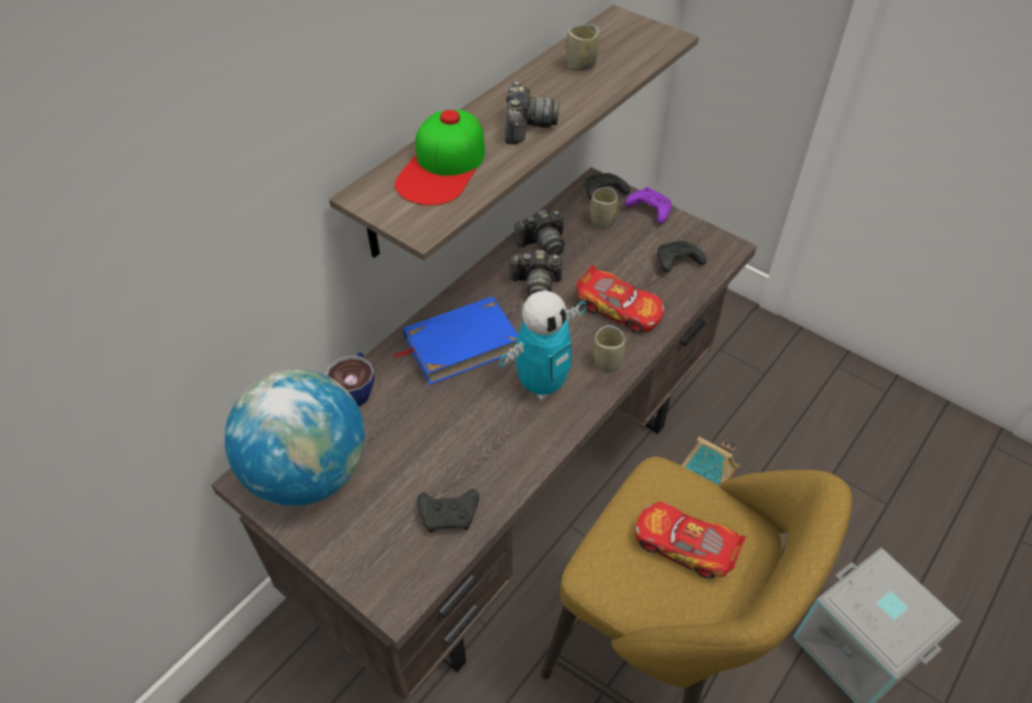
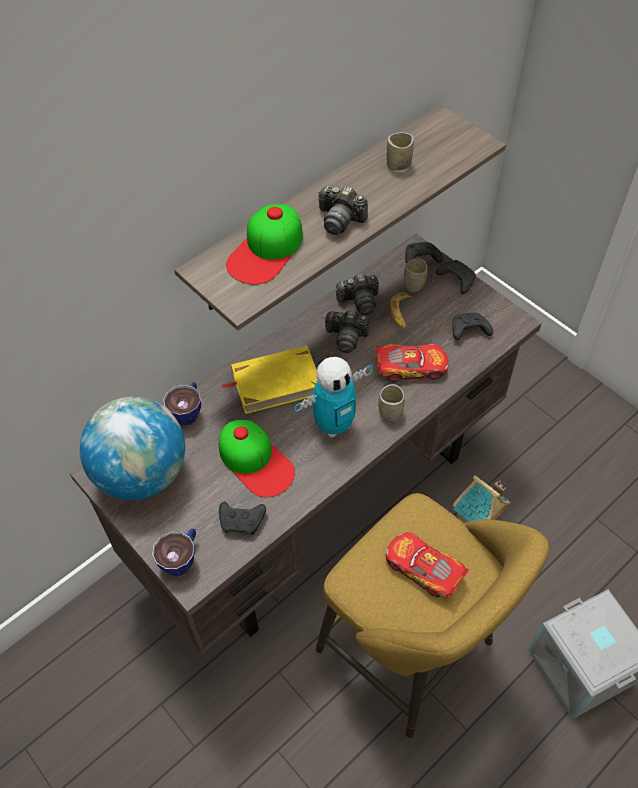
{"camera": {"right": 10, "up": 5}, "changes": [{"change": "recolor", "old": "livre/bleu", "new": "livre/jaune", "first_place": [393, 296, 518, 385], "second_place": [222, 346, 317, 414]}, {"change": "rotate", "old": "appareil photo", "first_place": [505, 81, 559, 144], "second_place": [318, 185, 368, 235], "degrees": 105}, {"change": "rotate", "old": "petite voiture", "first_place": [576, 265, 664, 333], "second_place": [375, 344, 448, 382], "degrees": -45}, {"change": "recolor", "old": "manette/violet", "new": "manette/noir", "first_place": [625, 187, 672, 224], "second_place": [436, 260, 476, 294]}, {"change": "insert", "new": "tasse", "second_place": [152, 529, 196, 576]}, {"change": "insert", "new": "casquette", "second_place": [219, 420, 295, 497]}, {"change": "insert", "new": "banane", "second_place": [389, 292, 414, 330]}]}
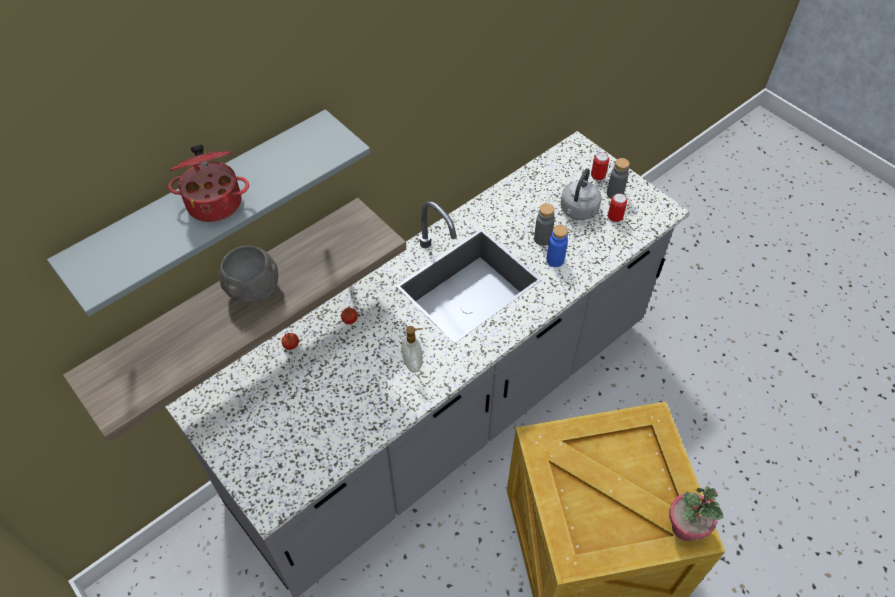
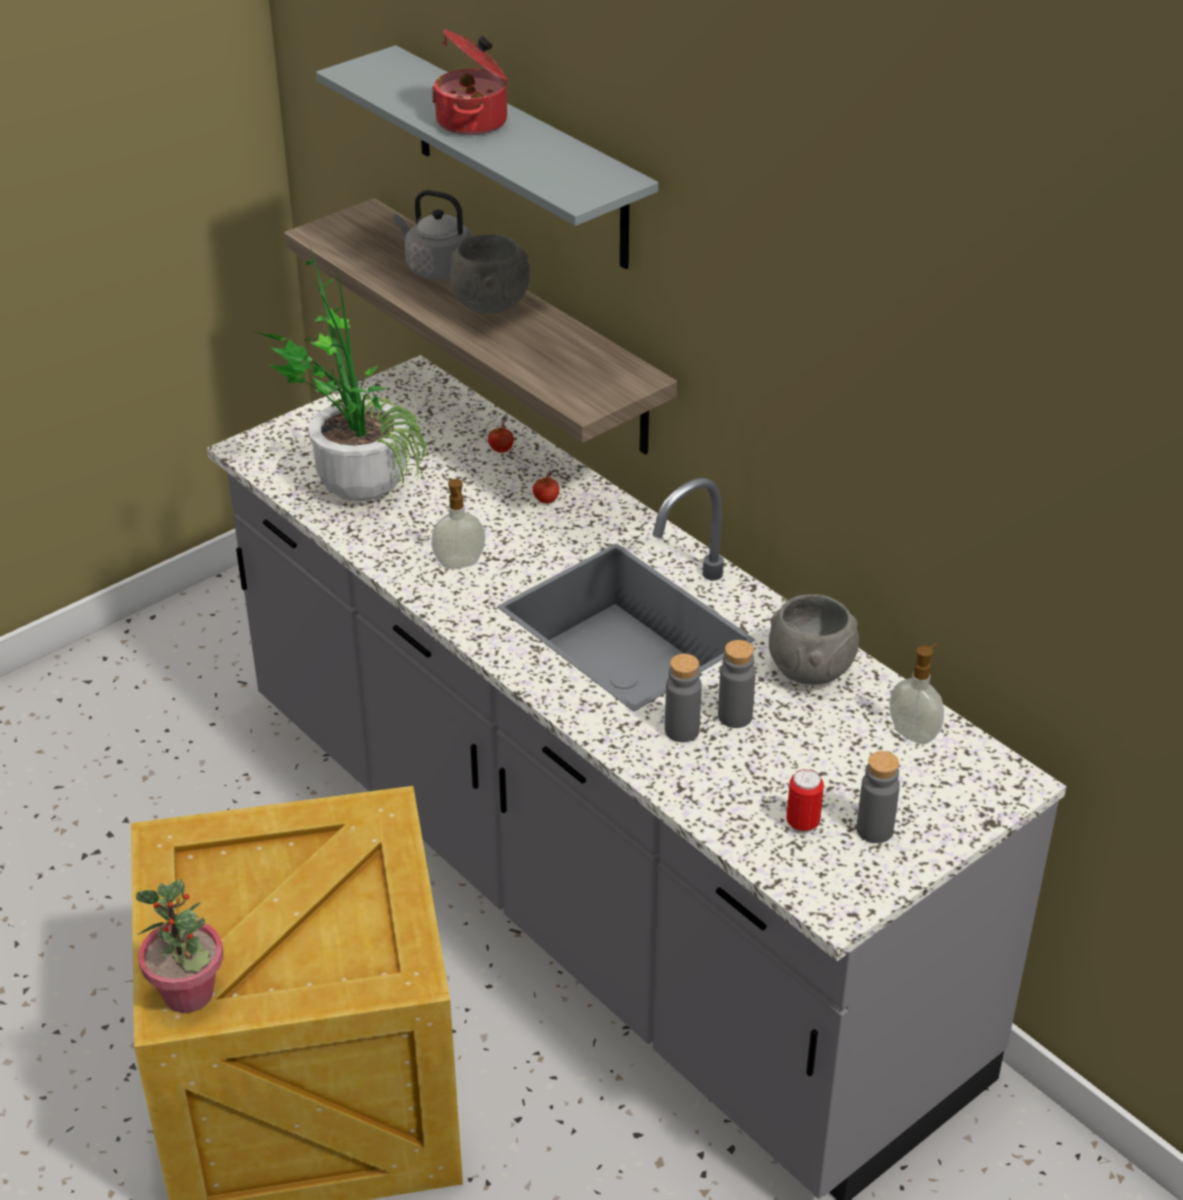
{"camera": {"right": 90, "up": -15}, "changes": [{"change": "recolor", "old": "bouteille/bleu", "new": "bouteille/gris", "first_place": [546, 225, 568, 267], "second_place": [665, 654, 702, 742]}, {"change": "move", "old": "bouilloire/gris", "first_place": [560, 168, 602, 220], "second_place": [393, 190, 472, 280]}, {"change": "delete", "old": "boîte métallique", "first_place": [591, 152, 609, 181]}, {"change": "insert", "new": "plante en pot", "second_place": [253, 239, 429, 501]}, {"change": "insert", "new": "bol/gris", "second_place": [769, 594, 859, 685]}, {"change": "insert", "new": "distributeur de savon", "second_place": [889, 644, 944, 744]}]}
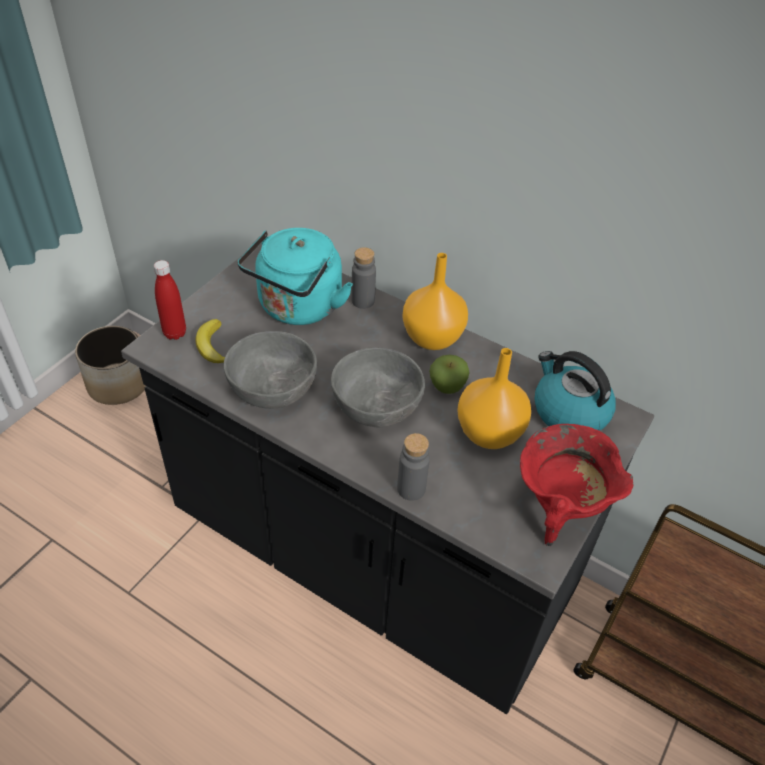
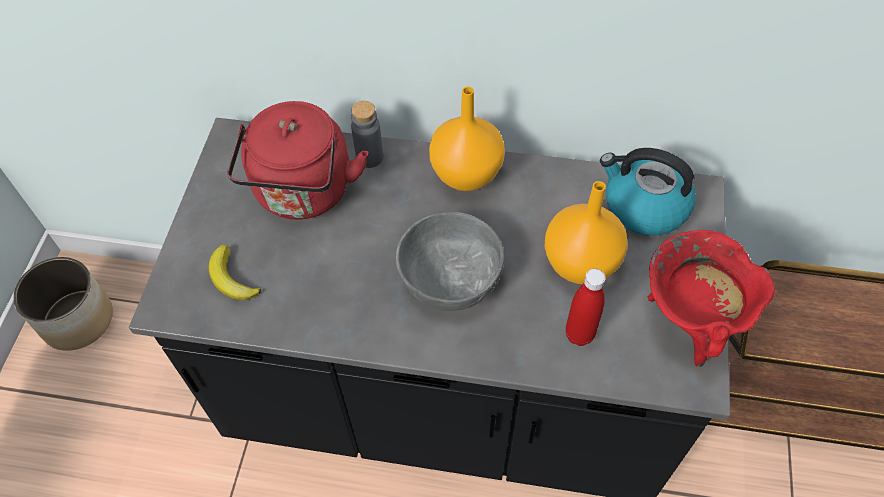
{"camera": {"right": -20, "up": 10}, "changes": [{"change": "move", "old": "bouteille/rouge", "first_place": [154, 260, 186, 340], "second_place": [565, 269, 606, 346]}, {"change": "delete", "old": "bol/gris", "first_place": [223, 331, 317, 409]}, {"change": "recolor", "old": "bouilloire/turquoise", "new": "bouilloire/rouge", "first_place": [238, 228, 353, 325], "second_place": [227, 101, 368, 220]}, {"change": "delete", "old": "bouteille/gris", "first_place": [397, 433, 430, 501]}, {"change": "delete", "old": "pomme", "first_place": [429, 355, 470, 394]}]}
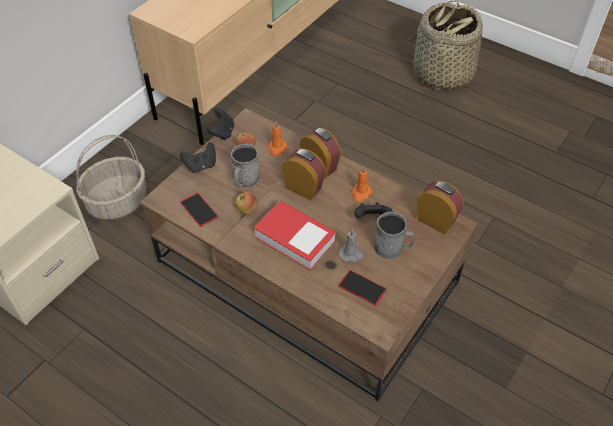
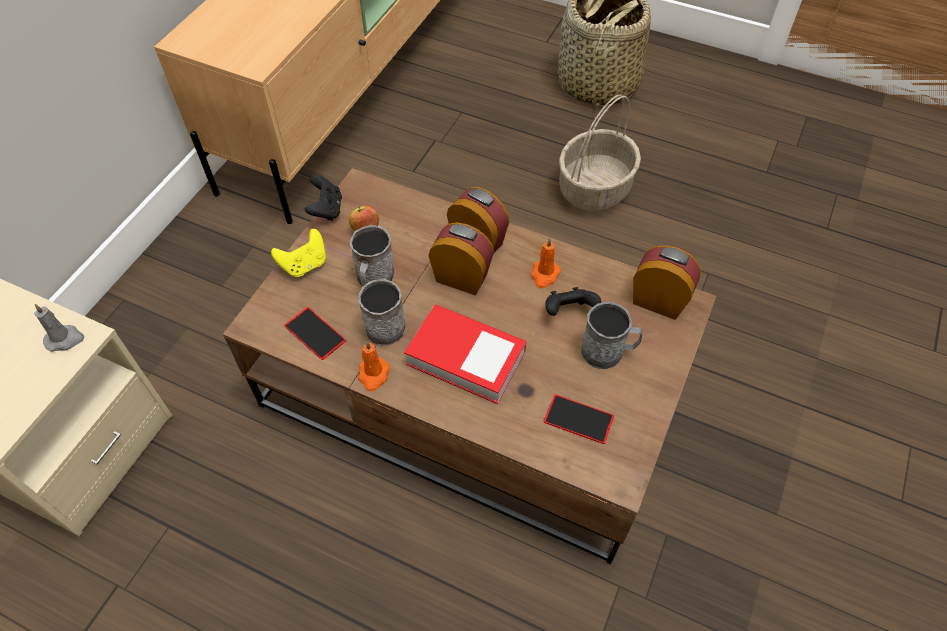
{"camera": {"right": -10, "up": 5}, "changes": [{"change": "move", "old": "panier", "first_place": [76, 135, 147, 220], "second_place": [559, 94, 641, 211]}, {"change": "recolor", "old": "manette/noir", "new": "manette/jaune", "first_place": [180, 142, 216, 173], "second_place": [271, 229, 326, 277]}, {"change": "replace", "old": "pomme", "new": "mug/gris", "first_place": [235, 192, 257, 214], "second_place": [358, 278, 406, 345]}, {"change": "move", "old": "bougie/orange", "first_place": [268, 121, 287, 157], "second_place": [359, 341, 390, 392]}, {"change": "move", "old": "bougie/gris", "first_place": [339, 229, 364, 262], "second_place": [34, 304, 84, 352]}]}
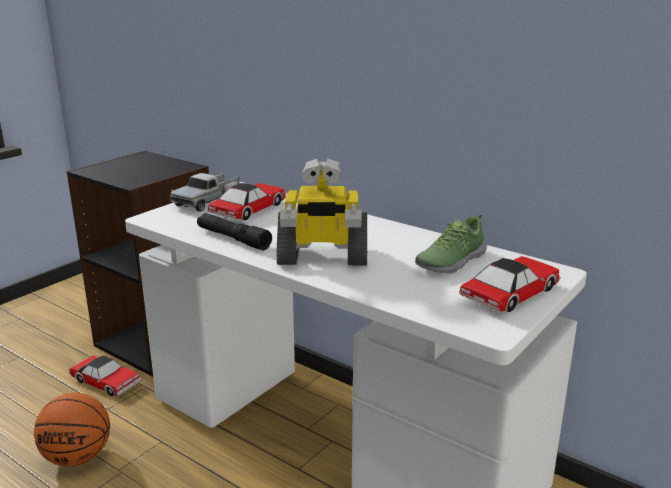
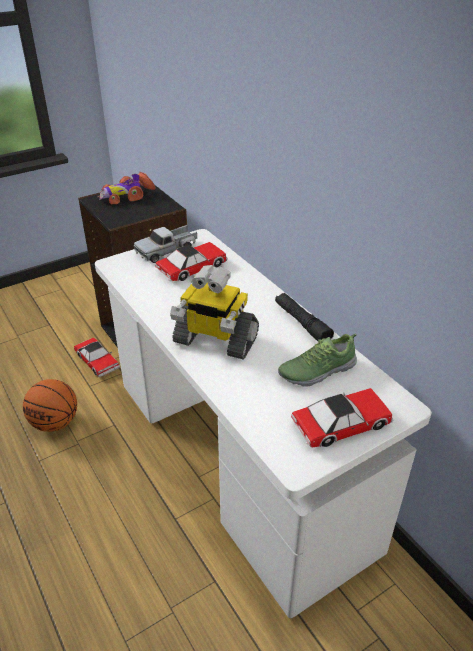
{"camera": {"right": 20, "up": 15}, "changes": [{"change": "move", "old": "lampe de poche/noir", "first_place": [197, 213, 272, 250], "second_place": [275, 293, 334, 341]}, {"change": "insert", "new": "petite voiture", "second_place": [98, 172, 156, 204]}]}
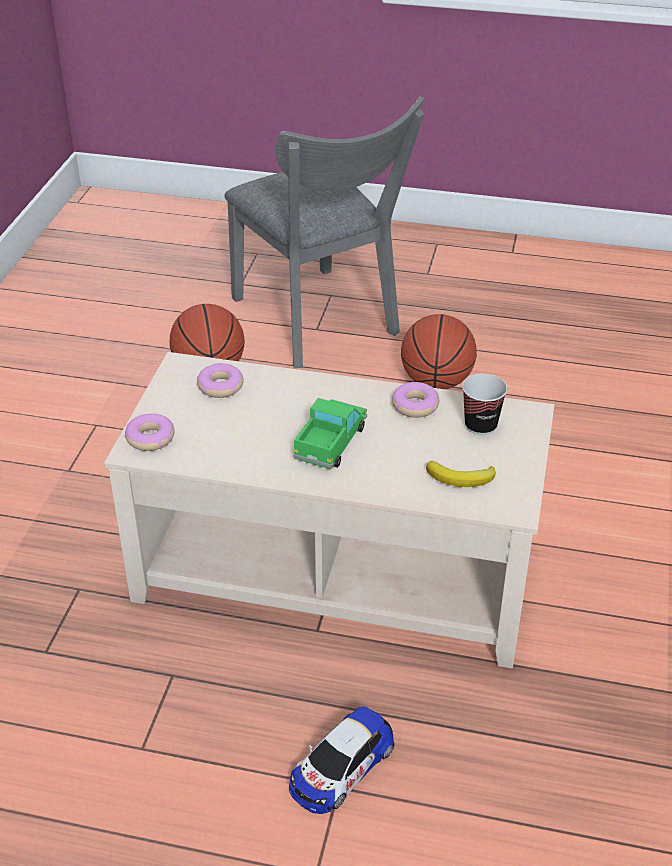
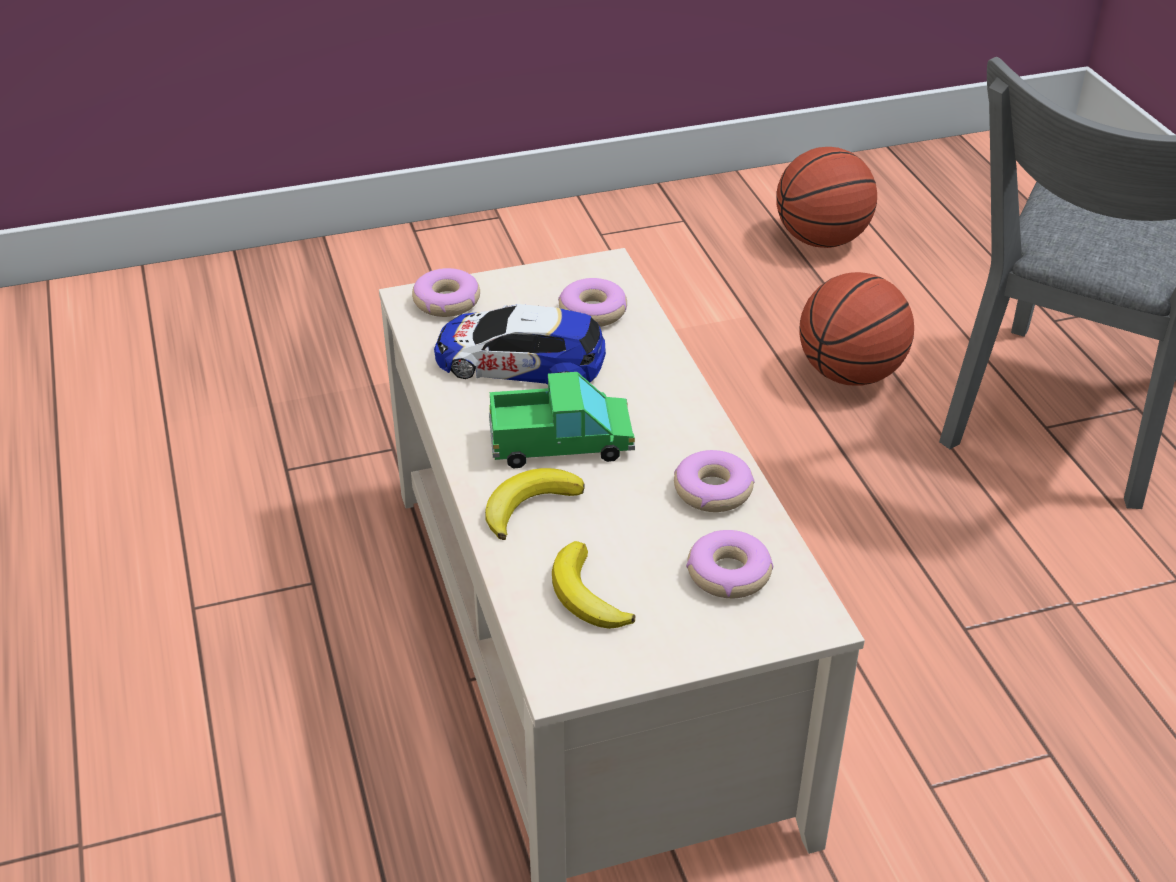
{"camera": {"right": 60, "up": 0}, "changes": [{"change": "move", "old": "petite voiture", "first_place": [289, 706, 395, 814], "second_place": [434, 304, 606, 384]}, {"change": "move", "old": "ballon de basket", "first_place": [401, 314, 477, 389], "second_place": [776, 147, 877, 248]}, {"change": "replace", "old": "tasse", "new": "beignet", "first_place": [462, 373, 507, 435], "second_place": [686, 530, 773, 598]}, {"change": "insert", "new": "banane", "second_place": [485, 468, 585, 540]}]}
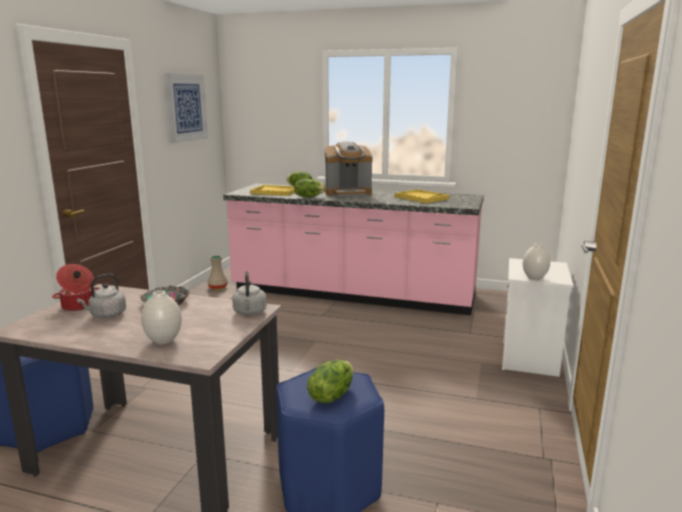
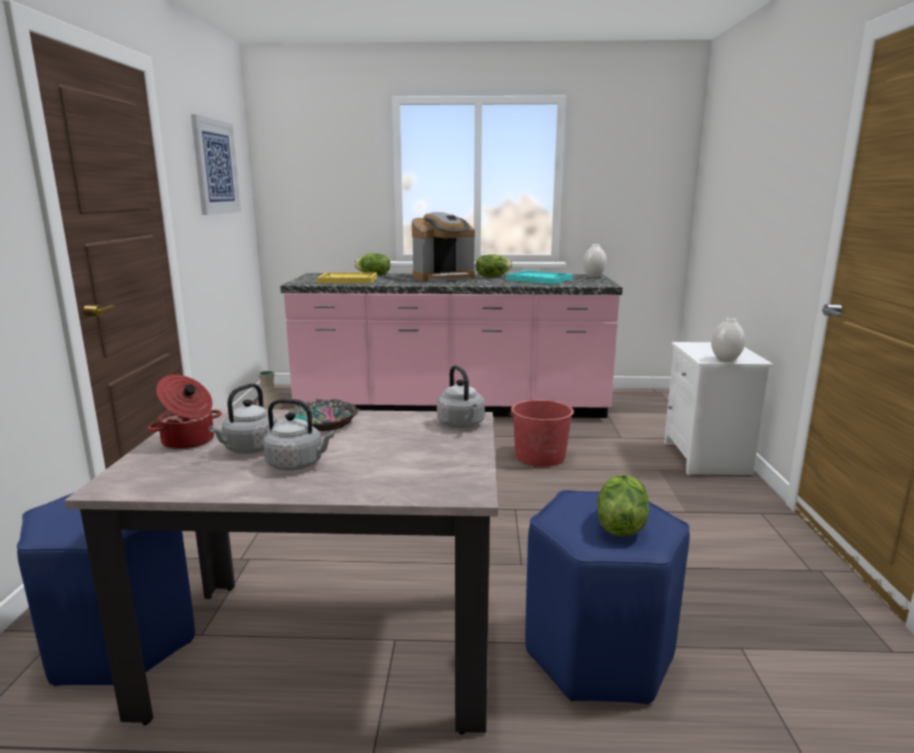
{"camera": {"right": -15, "up": 0}, "changes": [{"change": "move", "old": "vase/blanc", "first_place": [141, 290, 182, 345], "second_place": [583, 244, 607, 277]}, {"change": "move", "old": "laitue", "first_place": [294, 179, 326, 197], "second_place": [476, 254, 512, 277]}, {"change": "recolor", "old": "plateau/jaune", "new": "plateau/turquoise", "first_place": [395, 189, 449, 203], "second_place": [506, 270, 573, 284]}, {"change": "insert", "new": "bouilloire/gris", "second_place": [263, 399, 334, 471]}, {"change": "insert", "new": "seau/rouge", "second_place": [508, 399, 574, 467]}]}
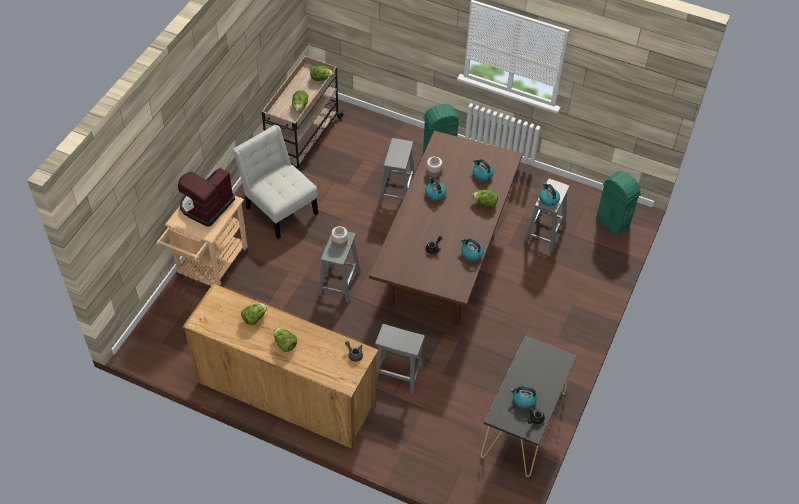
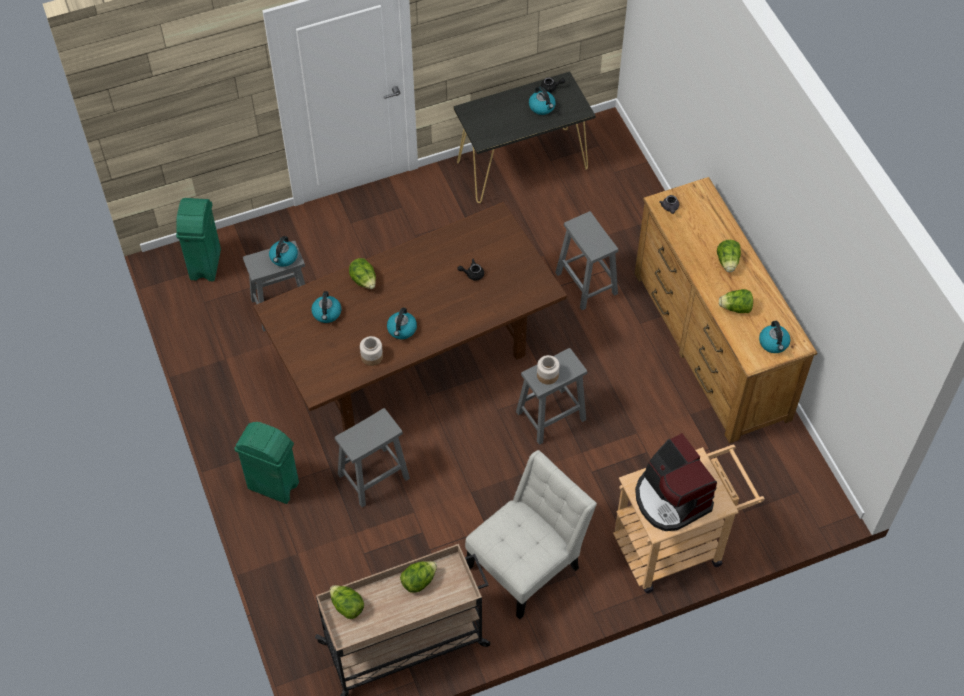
{"camera": {"right": -135, "up": 5}, "changes": [{"change": "rotate", "old": "machine à café", "first_place": [178, 168, 235, 227], "second_place": [635, 433, 717, 531], "degrees": 75}, {"change": "rotate", "old": "chaise/blanc", "first_place": [233, 125, 318, 239], "second_place": [465, 450, 597, 619], "degrees": -135}, {"change": "move", "old": "bouilloire", "first_place": [461, 238, 484, 261], "second_place": [759, 321, 790, 353]}]}
